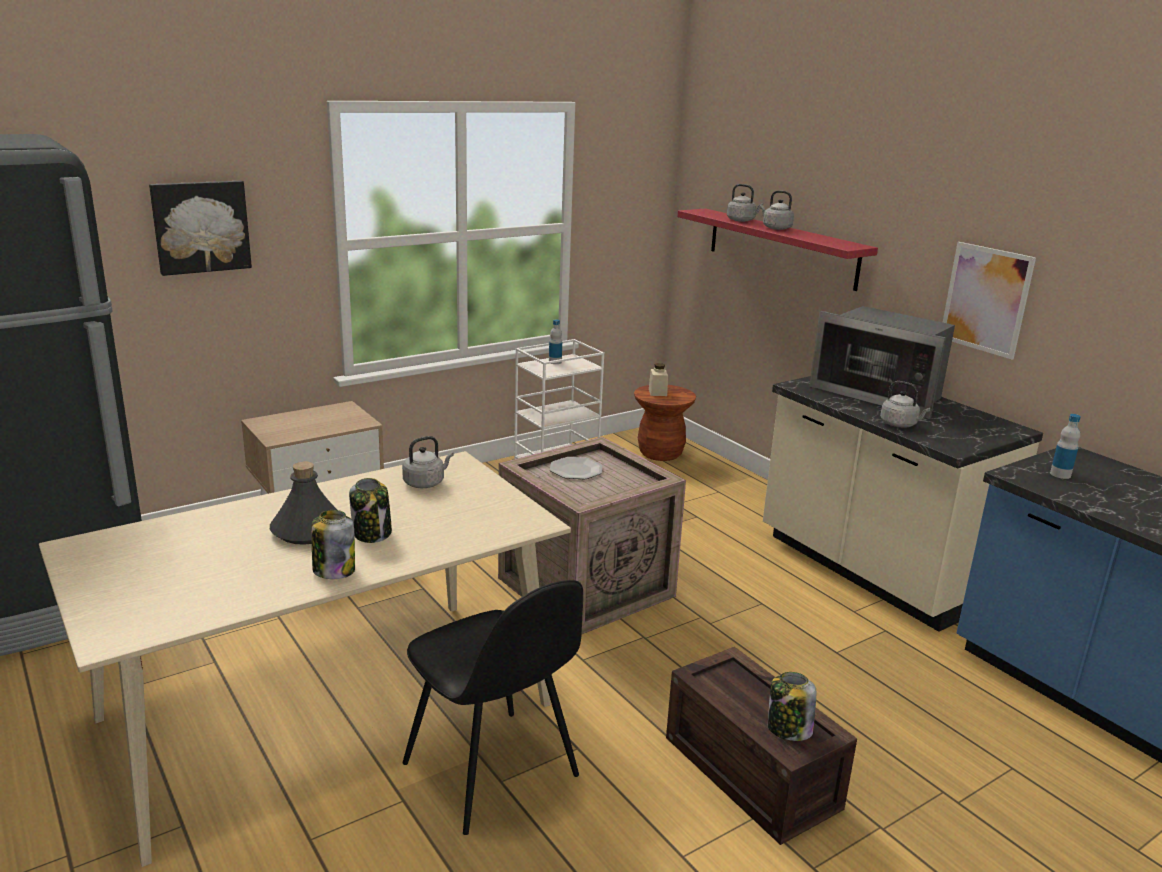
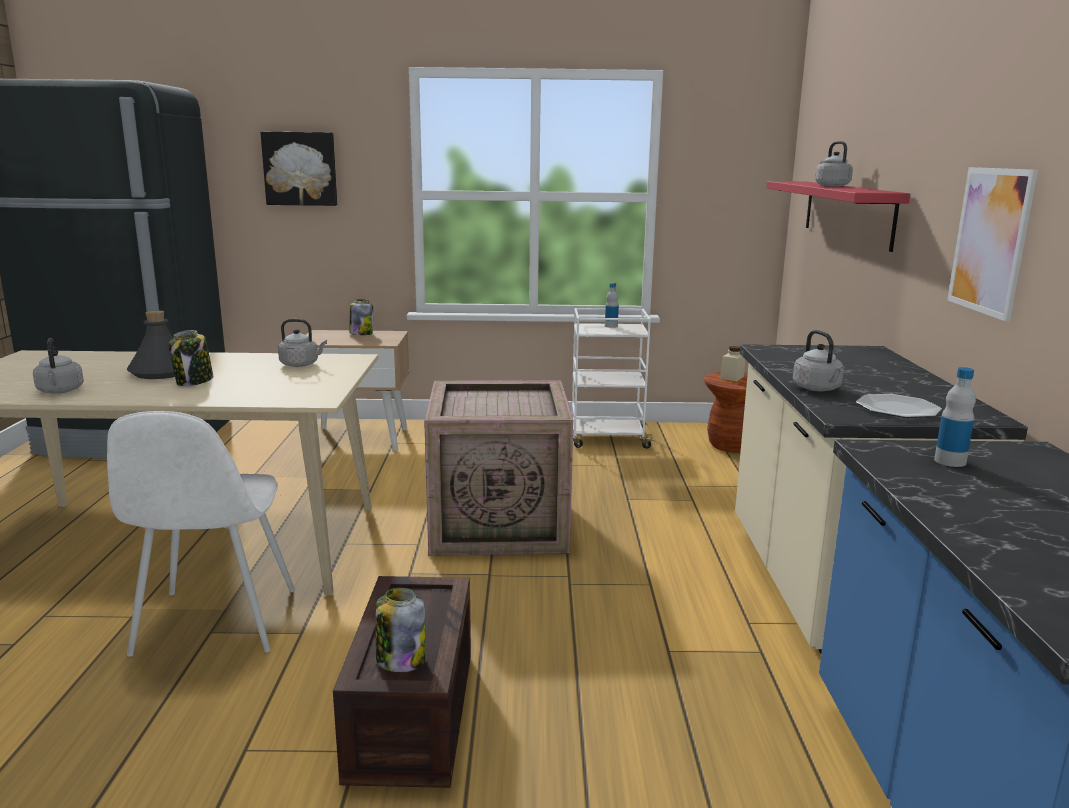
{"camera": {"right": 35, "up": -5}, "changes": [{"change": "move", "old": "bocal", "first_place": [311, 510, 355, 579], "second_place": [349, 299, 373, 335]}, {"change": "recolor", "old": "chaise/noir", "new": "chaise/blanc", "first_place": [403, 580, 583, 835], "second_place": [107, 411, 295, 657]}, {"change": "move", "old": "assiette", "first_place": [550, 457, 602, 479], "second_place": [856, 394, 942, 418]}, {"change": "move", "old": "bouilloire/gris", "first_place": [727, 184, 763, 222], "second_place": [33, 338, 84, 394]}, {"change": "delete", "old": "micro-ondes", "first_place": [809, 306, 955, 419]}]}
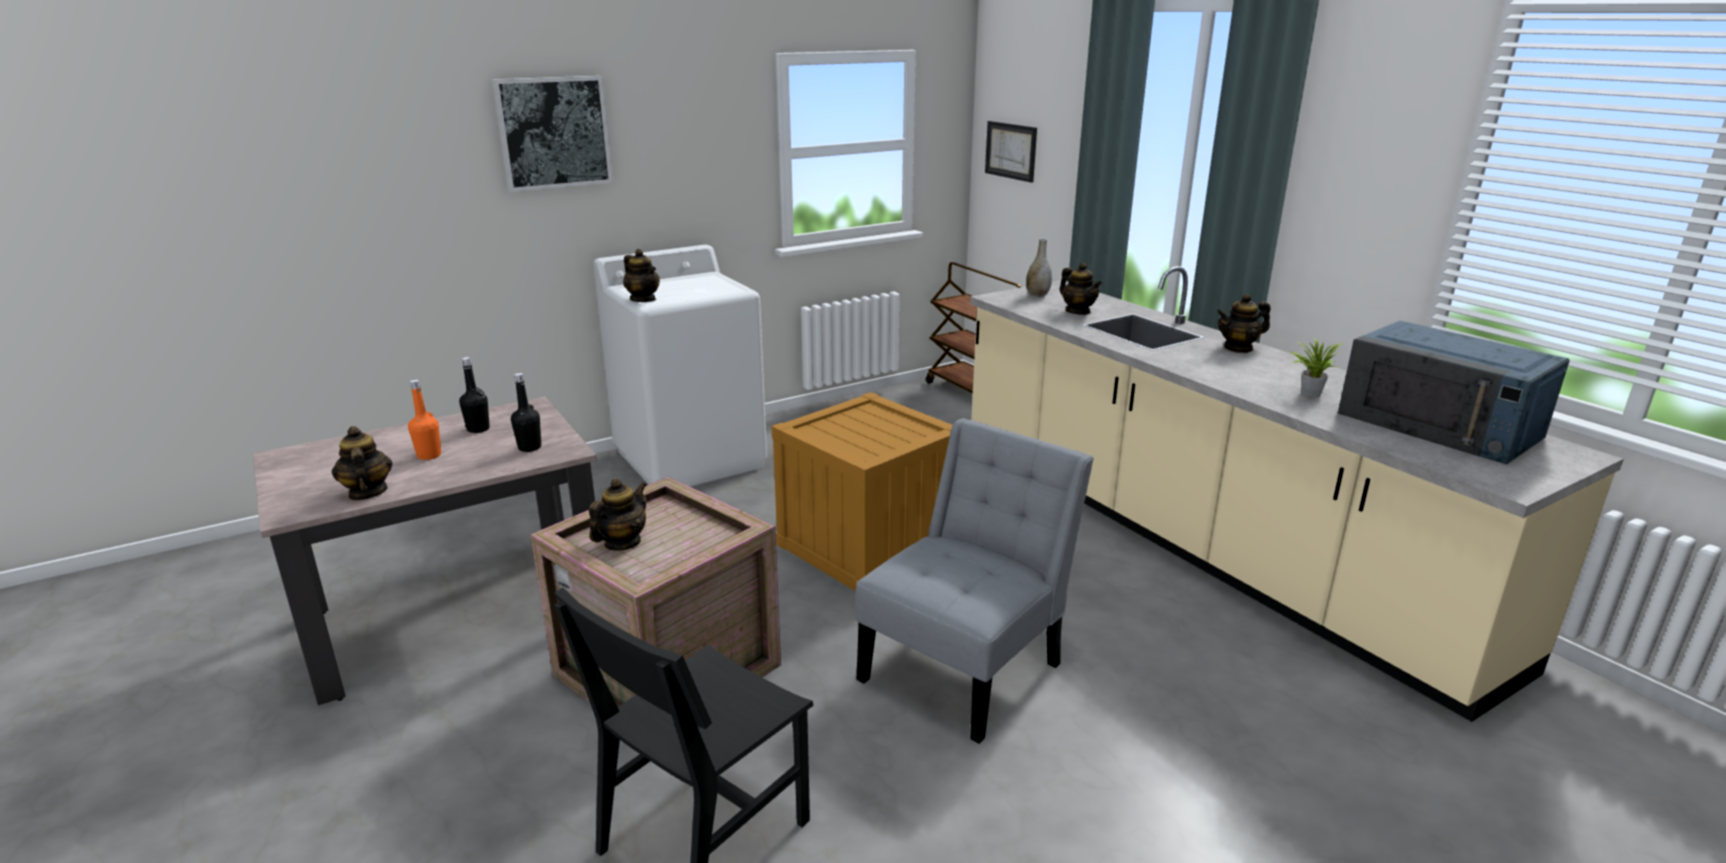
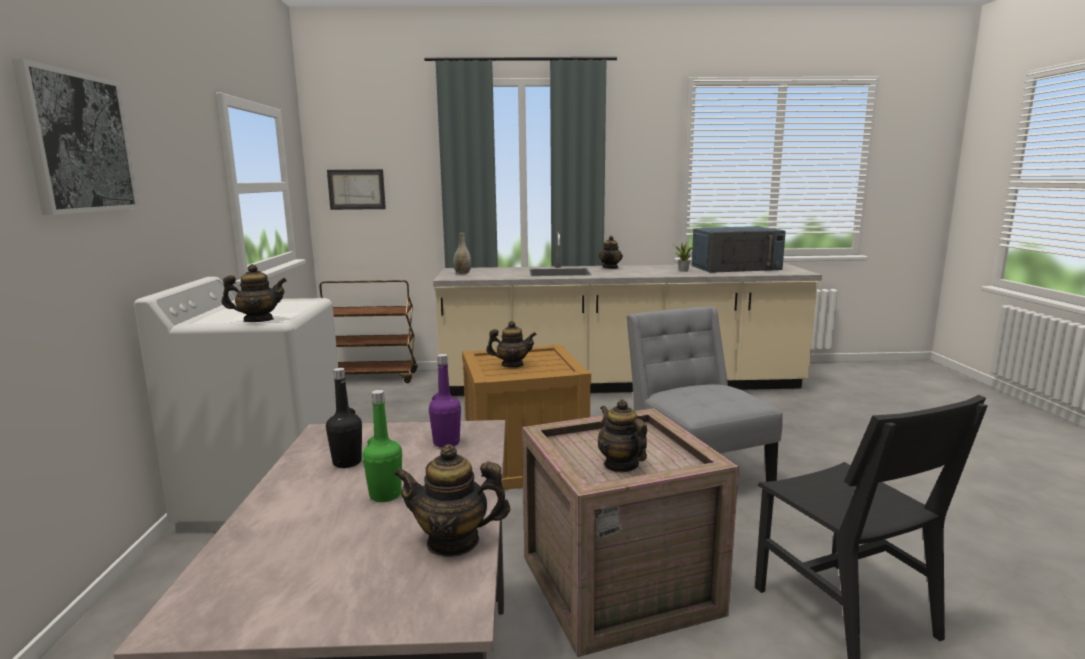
{"camera": {"right": -60, "up": -10}, "changes": [{"change": "recolor", "old": "bouteille/orange", "new": "bouteille/vert", "first_place": [408, 379, 441, 460], "second_place": [362, 390, 402, 502]}, {"change": "recolor", "old": "bouteille/noir", "new": "bouteille/violet", "first_place": [511, 373, 541, 452], "second_place": [429, 354, 461, 448]}, {"change": "move", "old": "théière", "first_place": [1060, 263, 1102, 315], "second_place": [486, 321, 537, 368]}]}
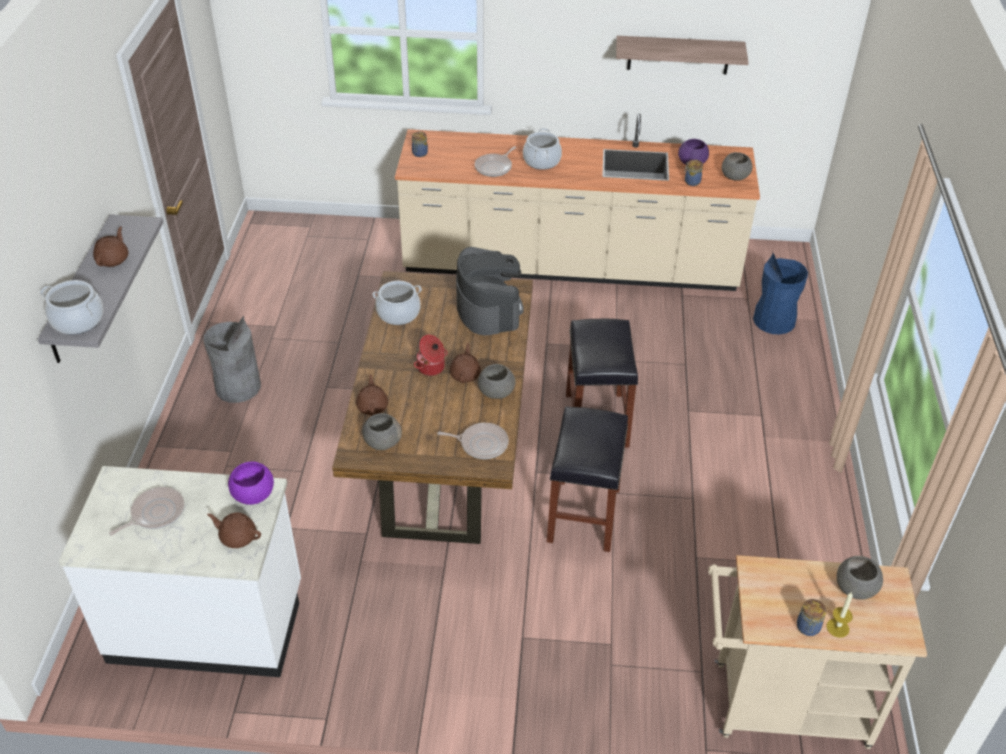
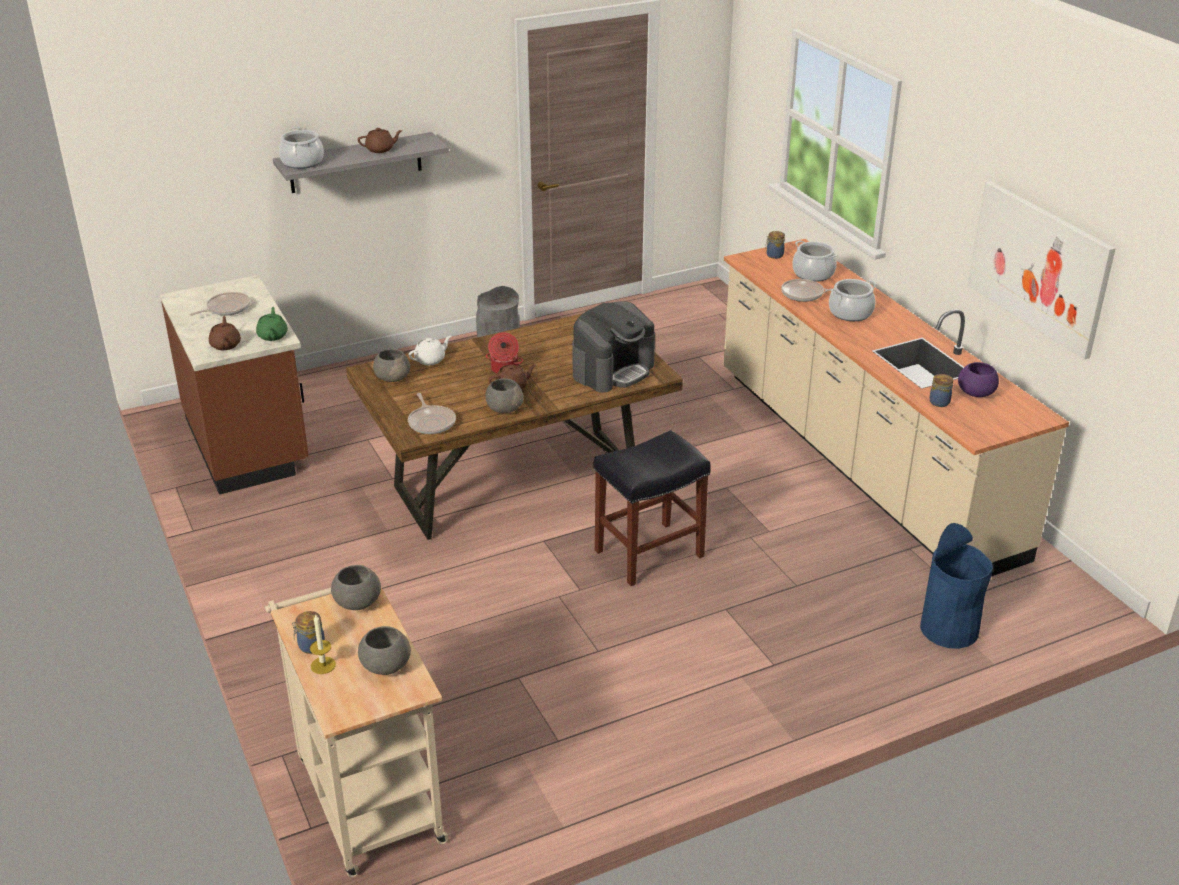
{"camera": {"right": 60, "up": -10}, "changes": [{"change": "recolor", "old": "comptoir de cuisine/blanc", "new": "comptoir de cuisine/marron", "first_place": [59, 466, 301, 677], "second_place": [160, 275, 309, 495]}, {"change": "rotate", "old": "poêle", "first_place": [109, 487, 184, 535], "second_place": [189, 292, 250, 316], "degrees": -60}, {"change": "replace", "old": "bol/violet", "new": "théière/vert", "first_place": [228, 461, 274, 505], "second_place": [256, 307, 288, 341]}, {"change": "recolor", "old": "théière/marron", "new": "théière/blanc", "first_place": [356, 374, 388, 416], "second_place": [409, 336, 451, 365]}, {"change": "move", "old": "marmite", "first_place": [372, 281, 422, 325], "second_place": [792, 240, 837, 282]}, {"change": "delete", "old": "tabouret/noir", "first_place": [547, 406, 628, 552]}, {"change": "replace", "old": "étagère", "new": "tableau", "first_place": [616, 36, 749, 74], "second_place": [968, 181, 1116, 360]}, {"change": "move", "old": "bol/gris", "first_place": [722, 152, 752, 181], "second_place": [331, 565, 381, 610]}]}
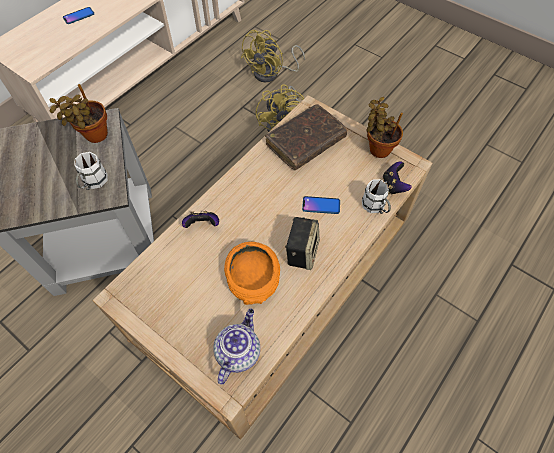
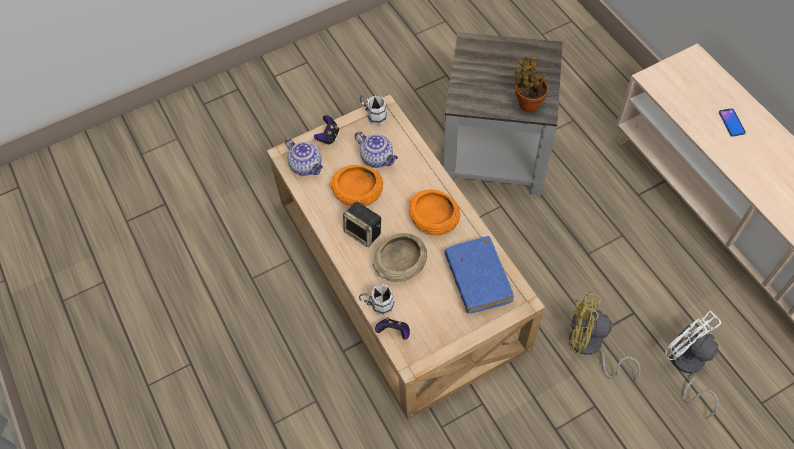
{"camera": {"right": 115, "up": 0}, "changes": [{"change": "move", "old": "mug/blanc", "first_place": [74, 152, 108, 190], "second_place": [360, 95, 387, 125]}, {"change": "move", "old": "manette", "first_place": [182, 211, 219, 228], "second_place": [314, 115, 339, 145]}, {"change": "recolor", "old": "ventilateur/jaune", "new": "ventilateur/blanc", "first_place": [240, 30, 305, 82], "second_place": [665, 311, 721, 418]}, {"change": "recolor", "old": "livre/marron", "new": "livre/bleu", "first_place": [265, 104, 348, 170], "second_place": [444, 236, 514, 314]}, {"change": "replace", "old": "téléphone", "new": "bol/beige", "first_place": [302, 196, 340, 214], "second_place": [373, 233, 427, 282]}, {"change": "delete", "old": "plante en pot", "first_place": [366, 97, 403, 158]}, {"change": "insert", "new": "théière", "second_place": [355, 131, 398, 168]}, {"change": "insert", "new": "bol/orange", "second_place": [409, 190, 460, 235]}]}
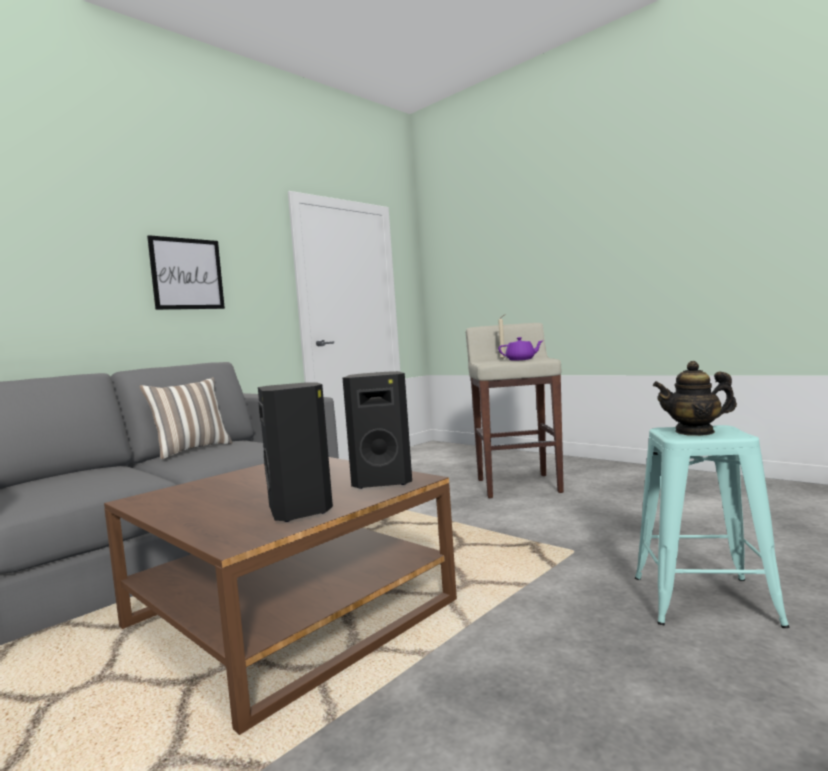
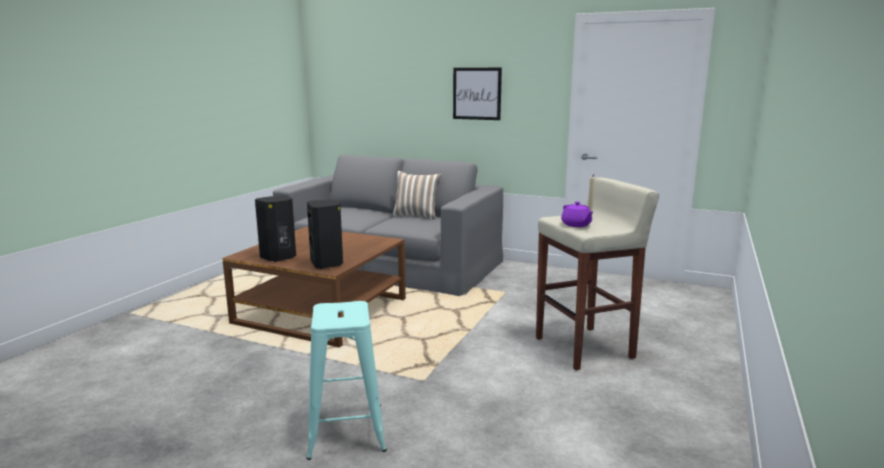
{"camera": {"right": 70, "up": 10}, "changes": [{"change": "delete", "old": "théière", "first_place": [653, 361, 737, 436]}]}
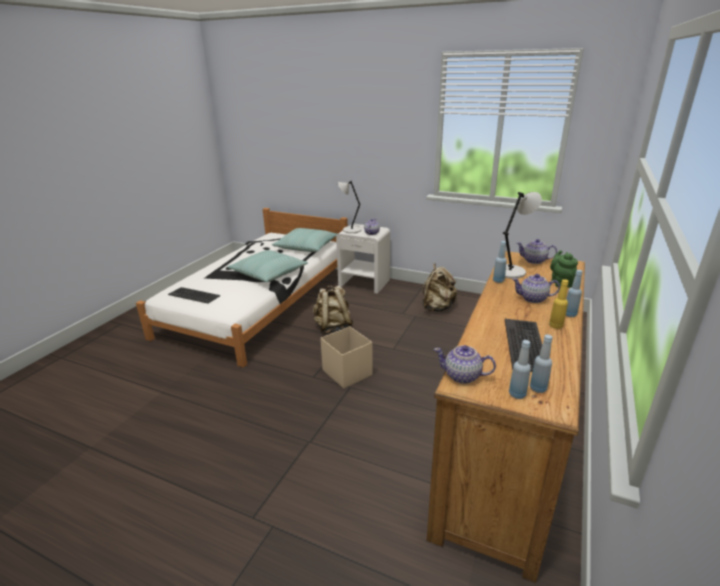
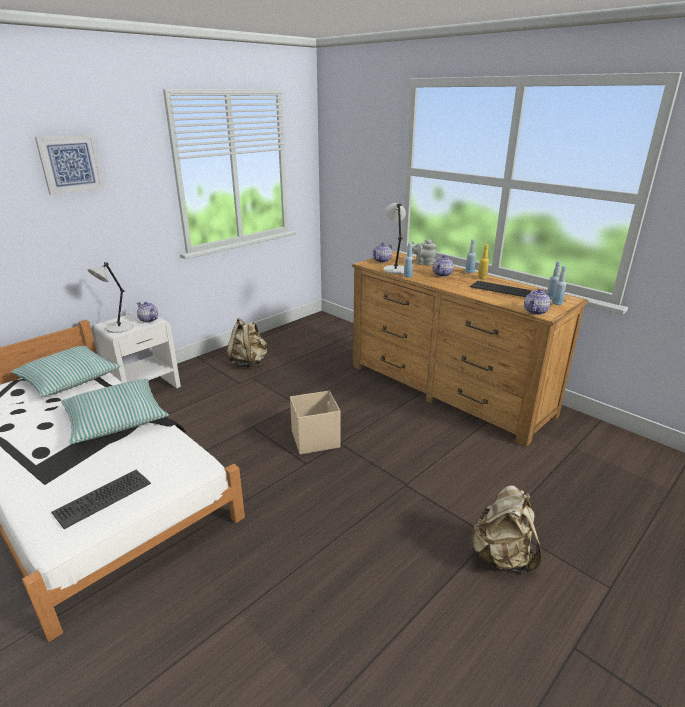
{"camera": {"right": -70, "up": 0}, "changes": [{"change": "move", "old": "sac à dos/beige", "first_place": [313, 285, 354, 334], "second_place": [469, 485, 542, 574]}, {"change": "recolor", "old": "théière/vert", "new": "théière/gris", "first_place": [550, 250, 578, 288], "second_place": [412, 239, 437, 266]}, {"change": "insert", "new": "tableau", "second_place": [35, 134, 104, 195]}]}
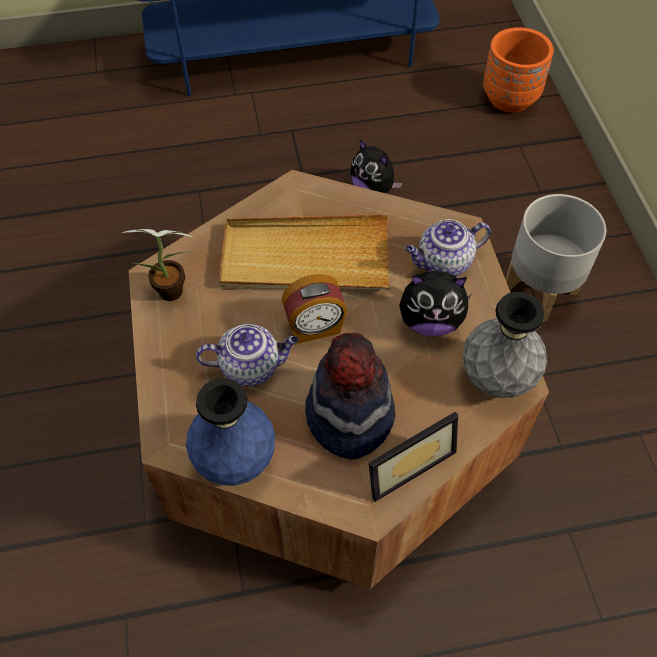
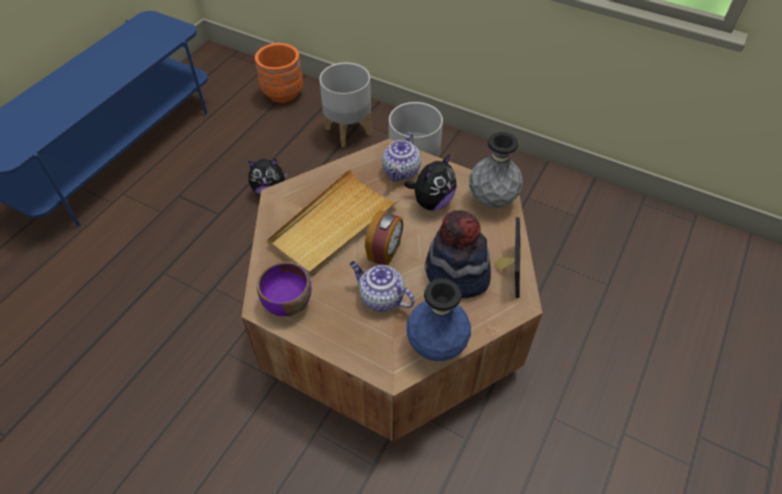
{"camera": {"right": -50, "up": -5}, "changes": [{"change": "replace", "old": "plante en pot", "new": "bol/violet", "first_place": [122, 229, 193, 301], "second_place": [257, 262, 311, 316]}, {"change": "rotate", "old": "théière", "first_place": [196, 324, 299, 387], "second_place": [350, 261, 415, 311], "degrees": -90}, {"change": "insert", "new": "cache-pot/gris", "second_place": [319, 63, 372, 147]}]}
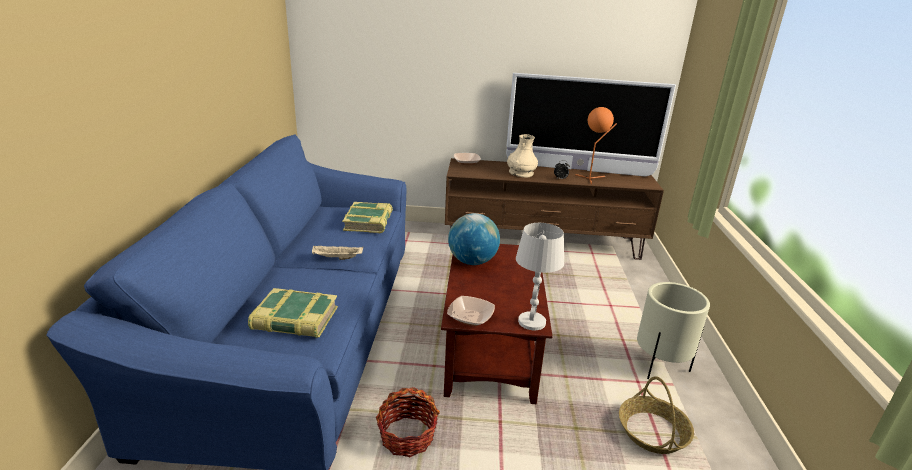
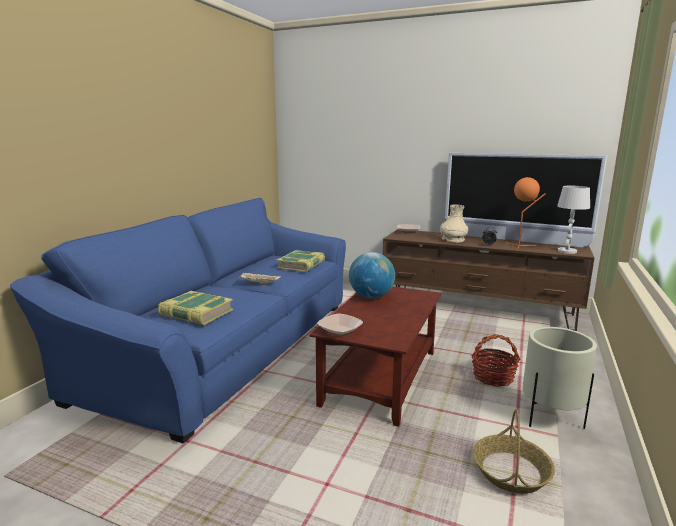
{"camera": {"right": 20, "up": -10}, "changes": [{"change": "move", "old": "panier", "first_place": [376, 387, 440, 457], "second_place": [471, 334, 520, 387]}, {"change": "move", "old": "lampe de table/blanc", "first_place": [516, 223, 564, 330], "second_place": [557, 186, 590, 254]}]}
